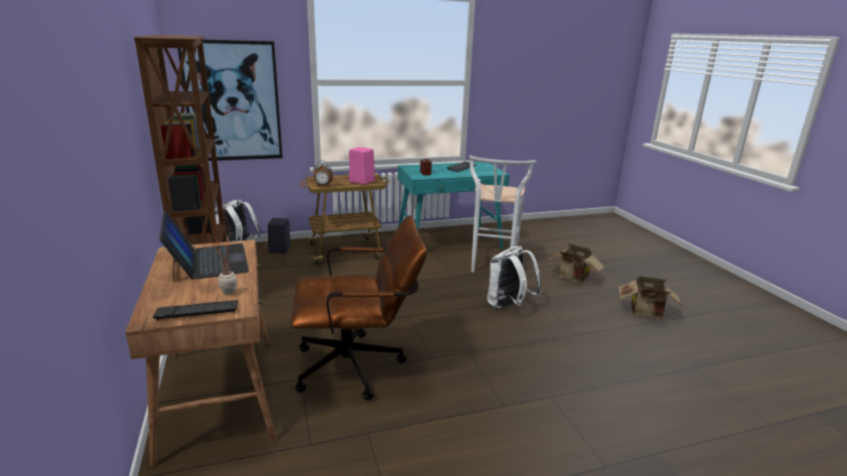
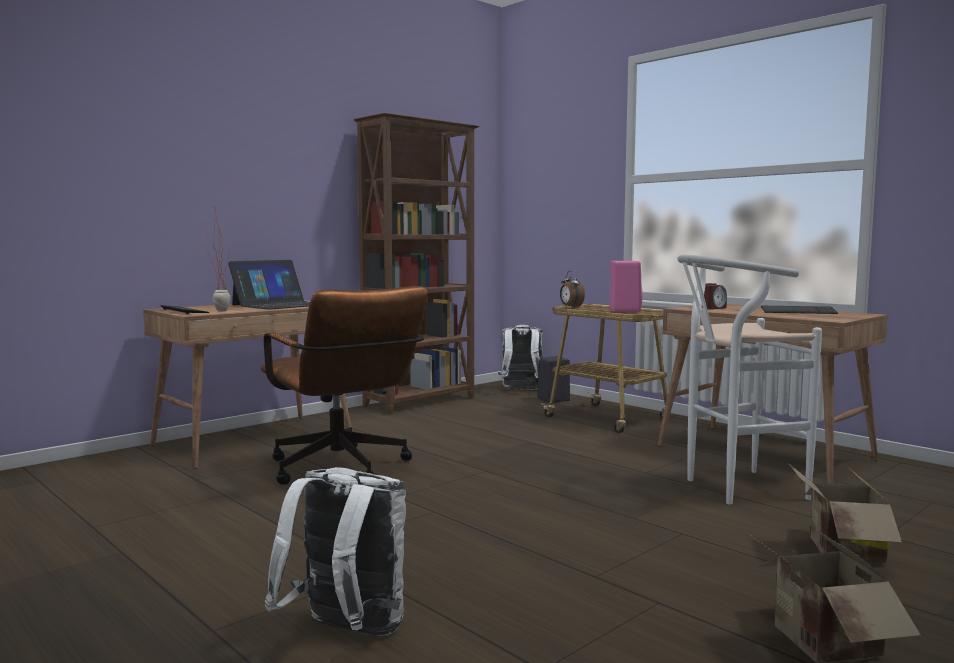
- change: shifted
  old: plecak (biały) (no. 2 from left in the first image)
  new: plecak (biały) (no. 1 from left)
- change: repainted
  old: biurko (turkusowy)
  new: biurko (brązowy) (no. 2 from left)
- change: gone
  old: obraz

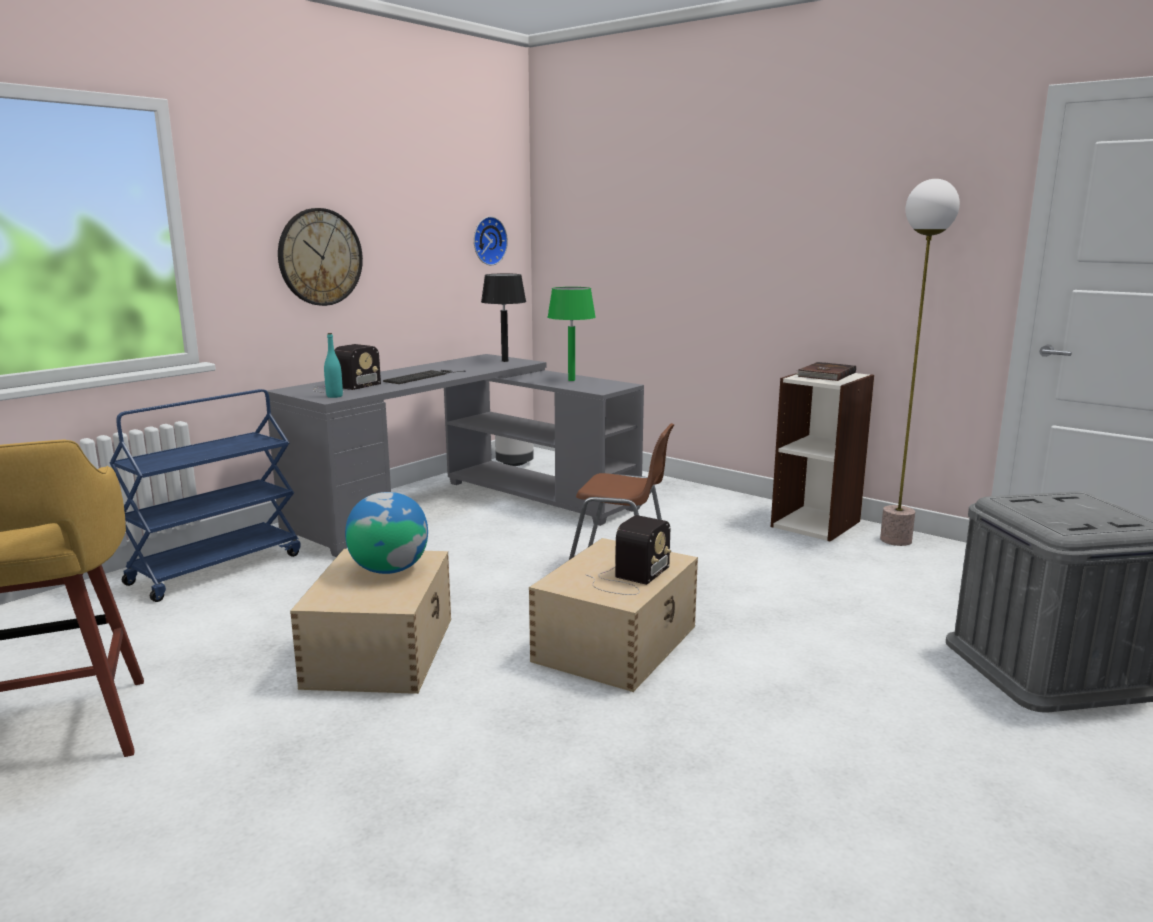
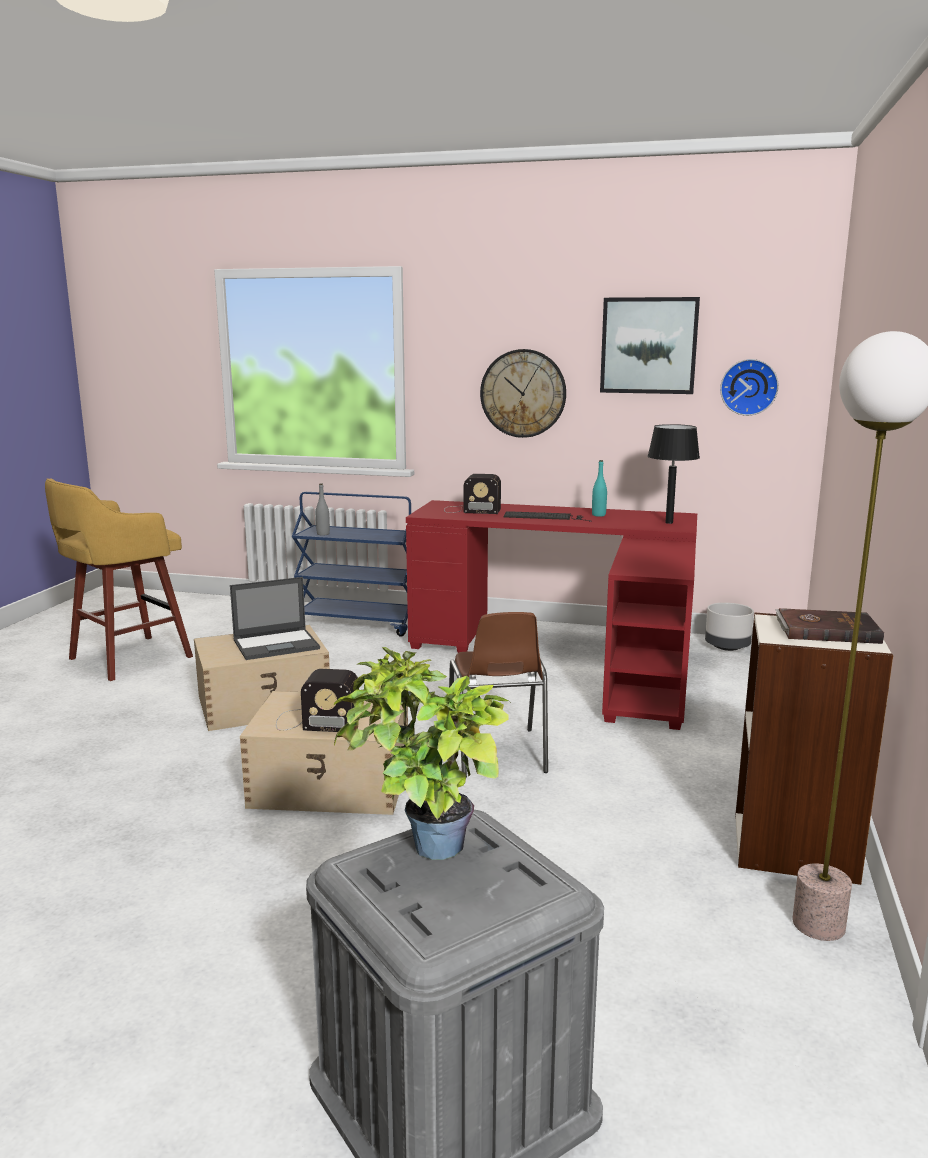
- change: swapped
  old: globus
  new: laptop
- change: new
  new: butelka (szary)
- change: new
  new: roślina doniczkowa
- change: repainted
  old: biurko (szary)
  new: biurko (czerwony)
- change: shifted
  old: butelka (turkusowy)
- change: new
  new: obraz
- change: gone
  old: lampa stołowa (zielony)

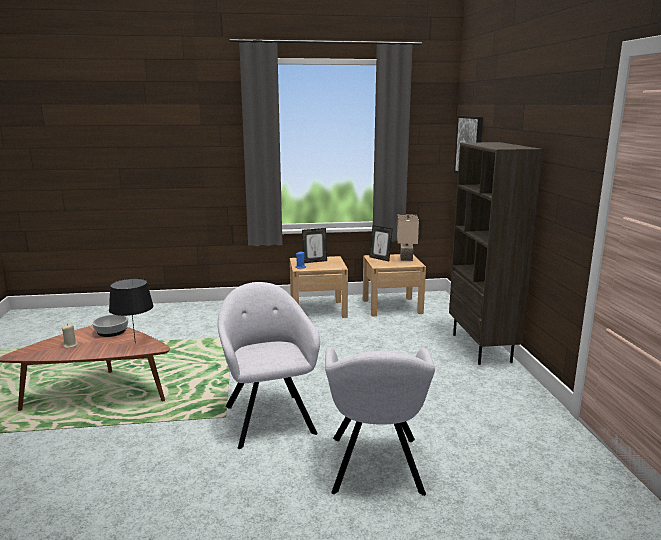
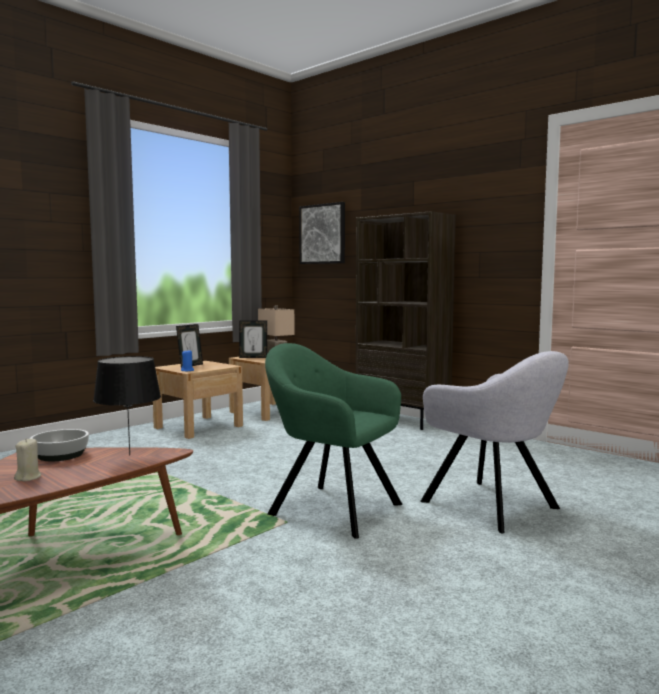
- change: repainted
  old: fotel (szary) (no. 1 from left)
  new: fotel (zielony)

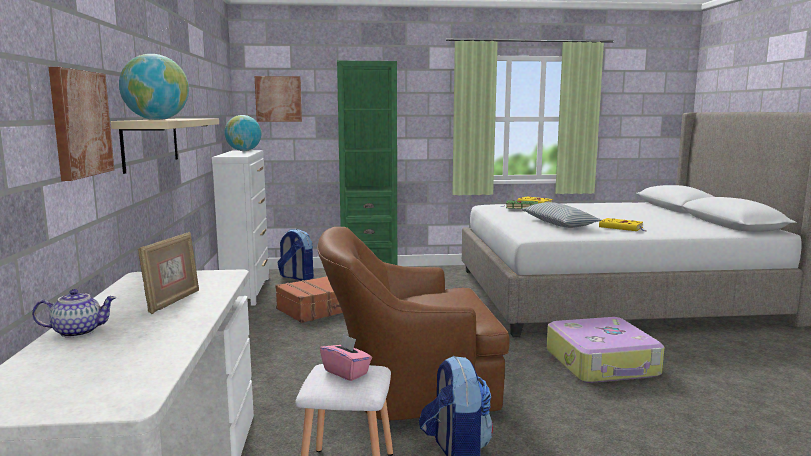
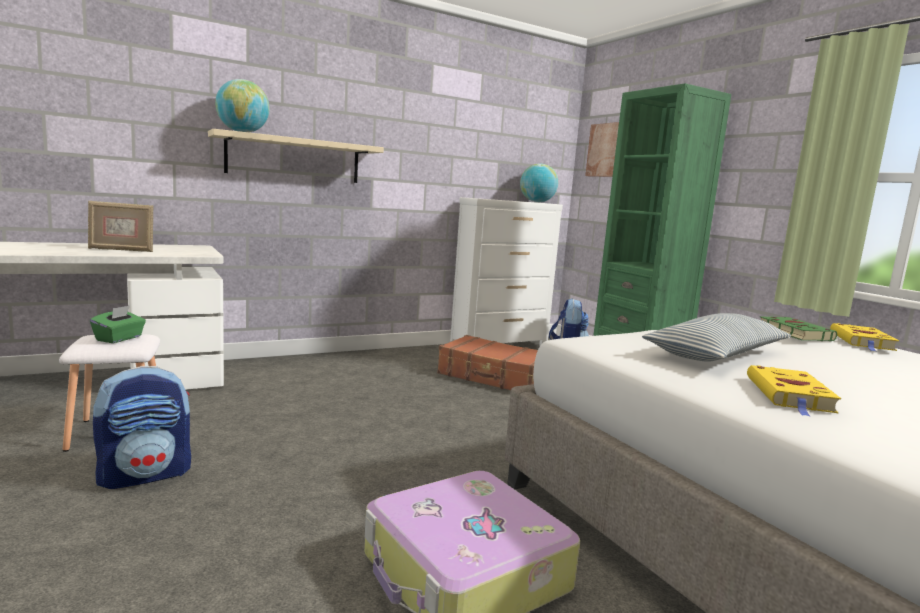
- change: repainted
  old: pudełko chusteczek (różowy)
  new: pudełko chusteczek (zielony)
- change: gone
  old: imbryk
- change: gone
  old: obraz (no. 1 from left)
- change: gone
  old: fotel (brązowy)

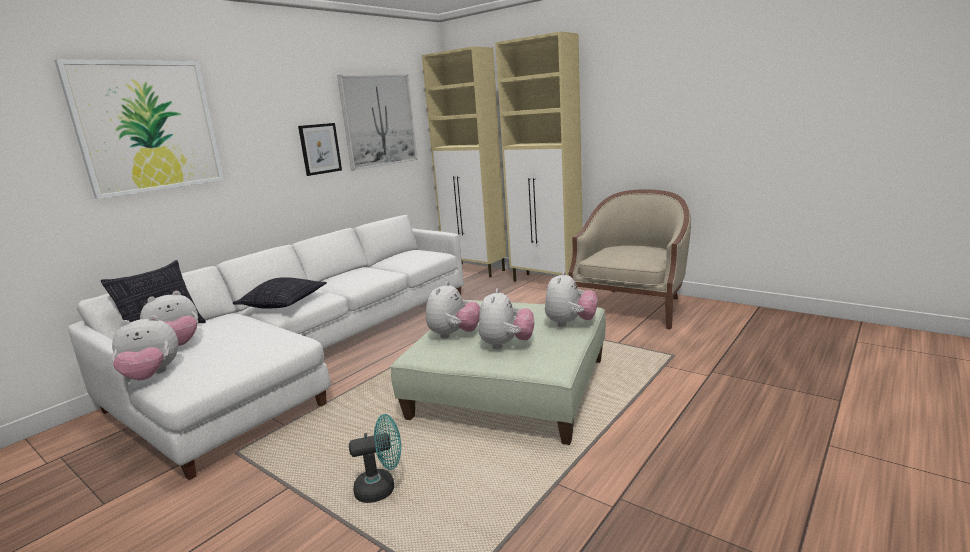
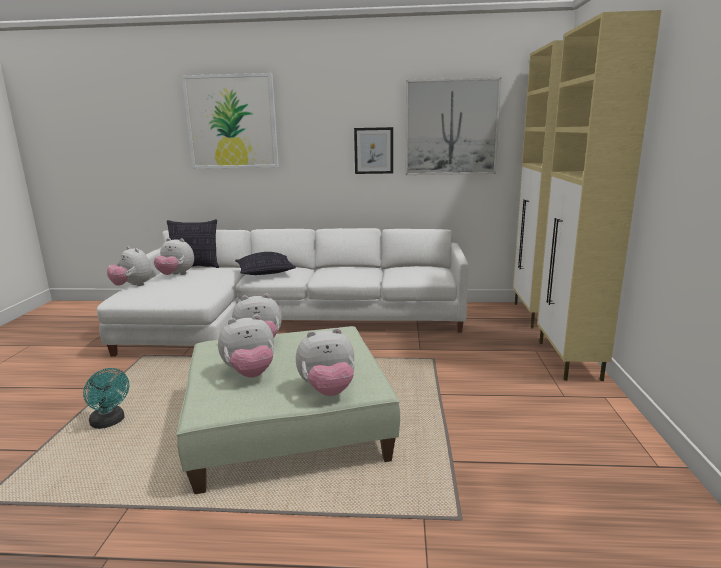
- change: gone
  old: fotel (beżowy)

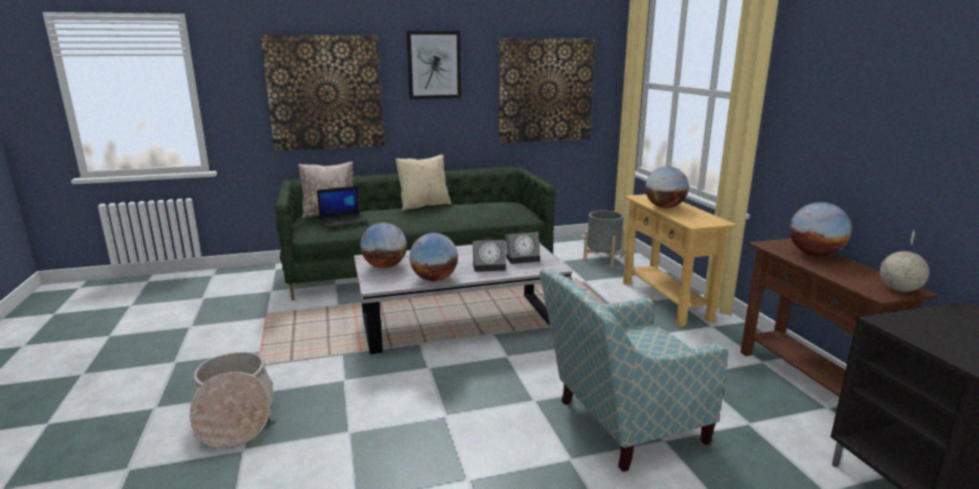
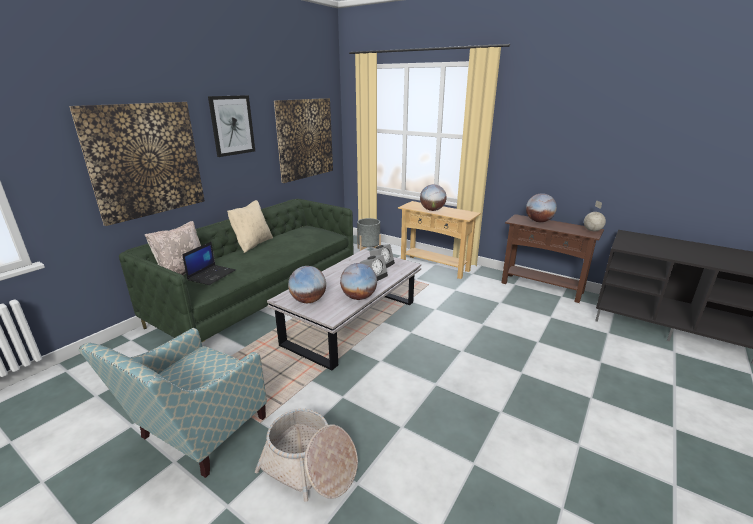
- change: shifted
  old: fotel

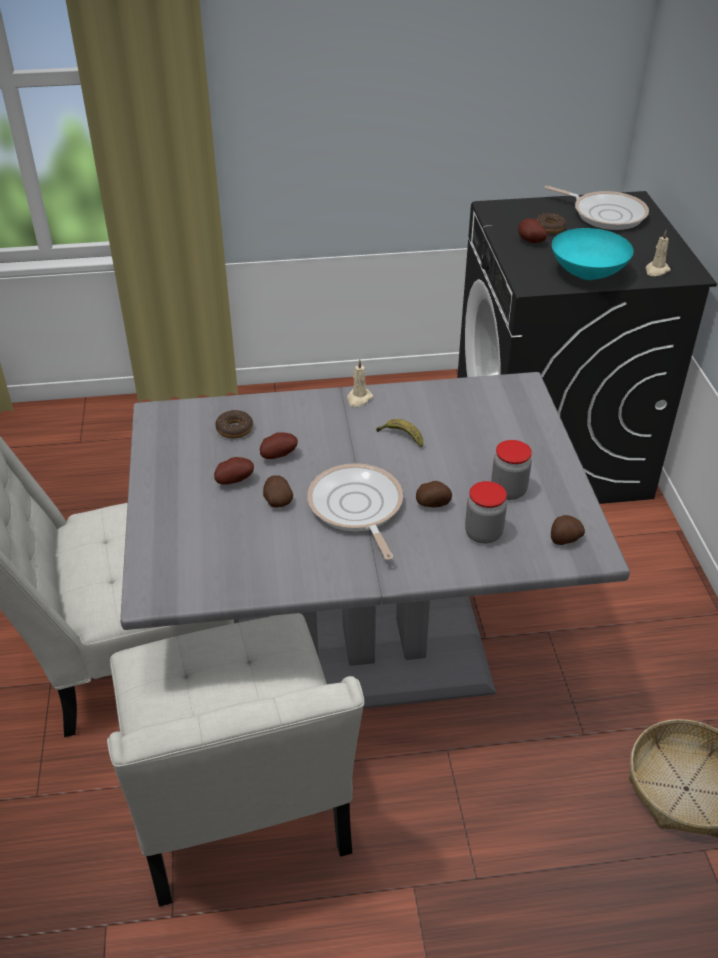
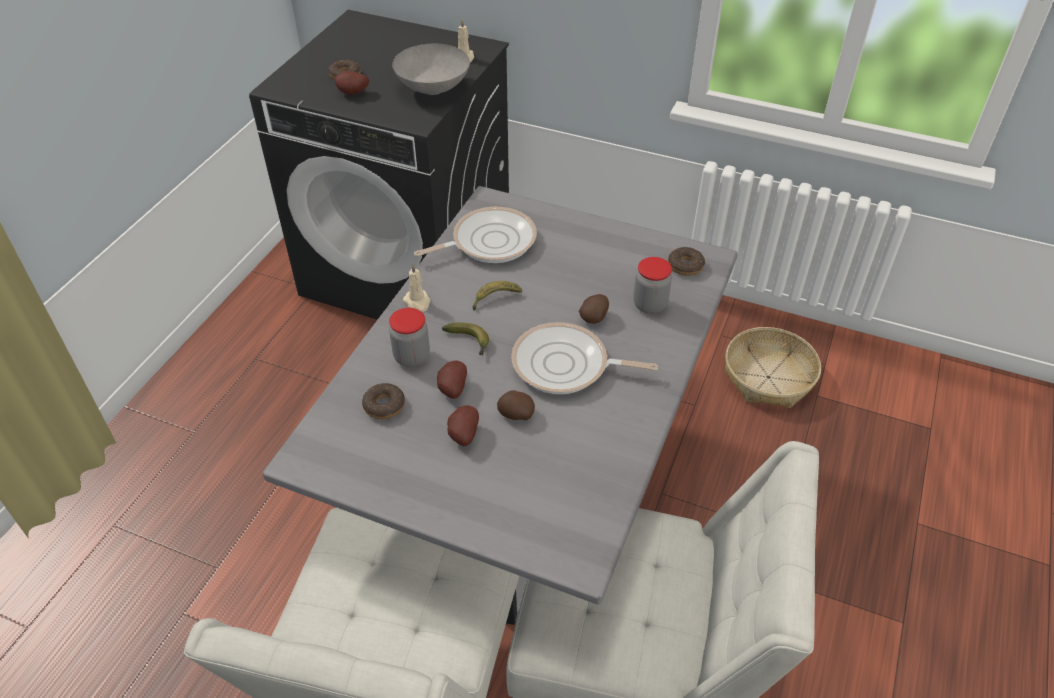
- change: shifted
  old: słoik (no. 2 from left in the first image)
  new: słoik (no. 1 from left)
- change: repainted
  old: miska (turkusowy)
  new: miska (szary)
- change: shifted
  old: patelnia (no. 2 from left in the first image)
  new: patelnia (no. 1 from left)
- change: new
  new: banan (no. 1 from left)
- change: swapped
  old: ziemniak (no. 6 from left)
  new: donut (no. 3 from left)

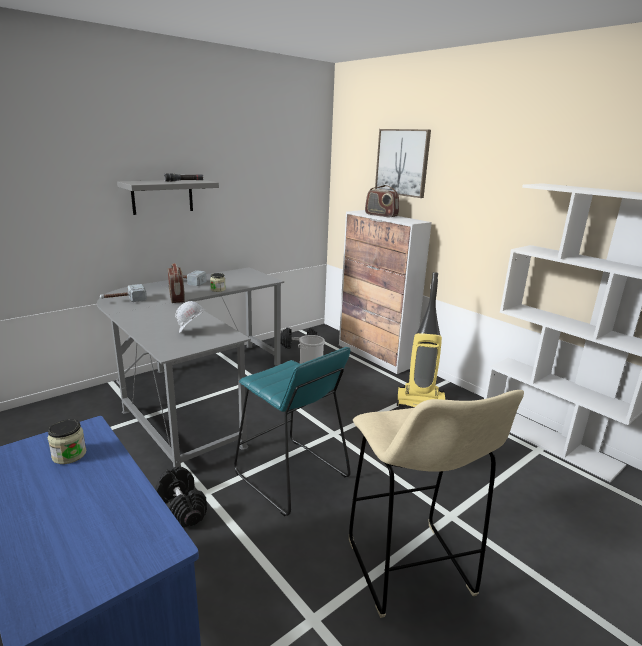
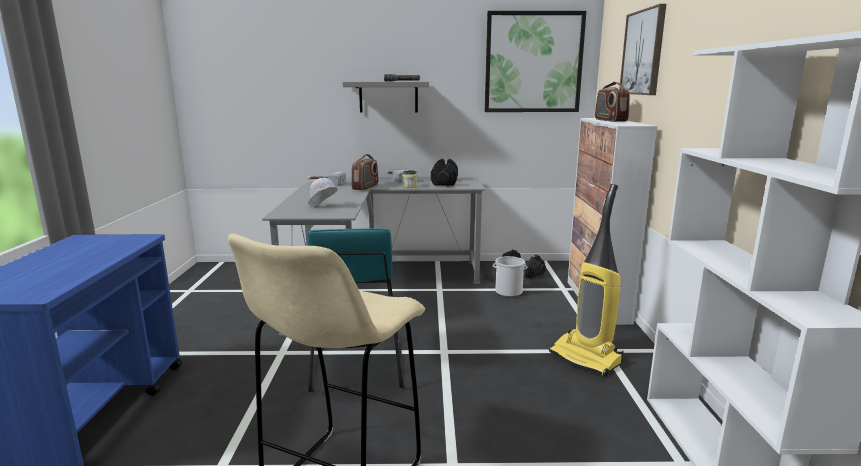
- change: shifted
  old: hantel (czarny) (no. 1 from left)
- change: new
  new: obraz (no. 1 from left)
- change: gone
  old: słoik (no. 1 from left)

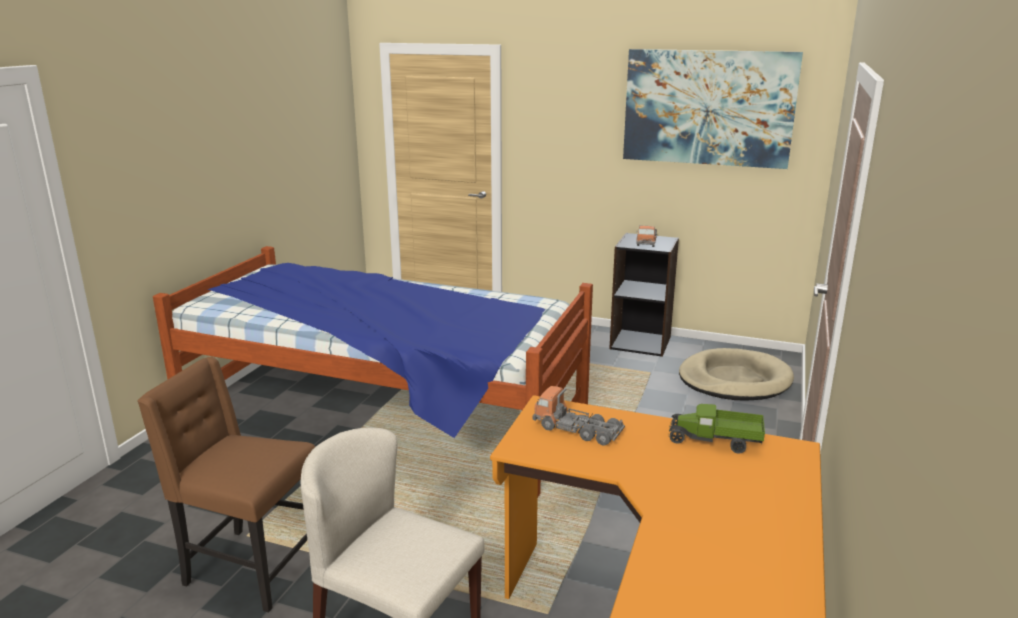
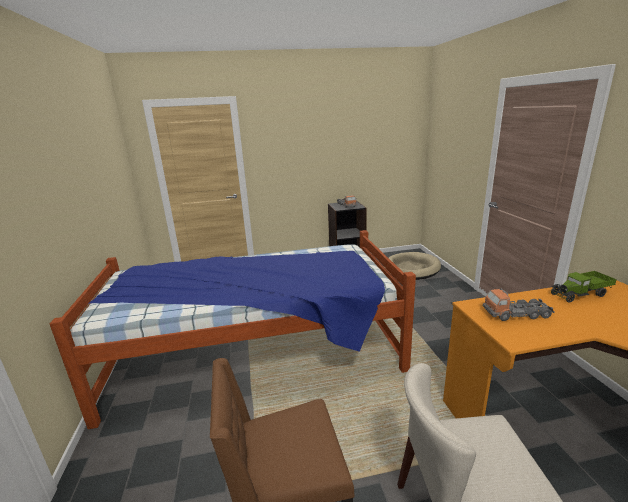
- change: gone
  old: obraz

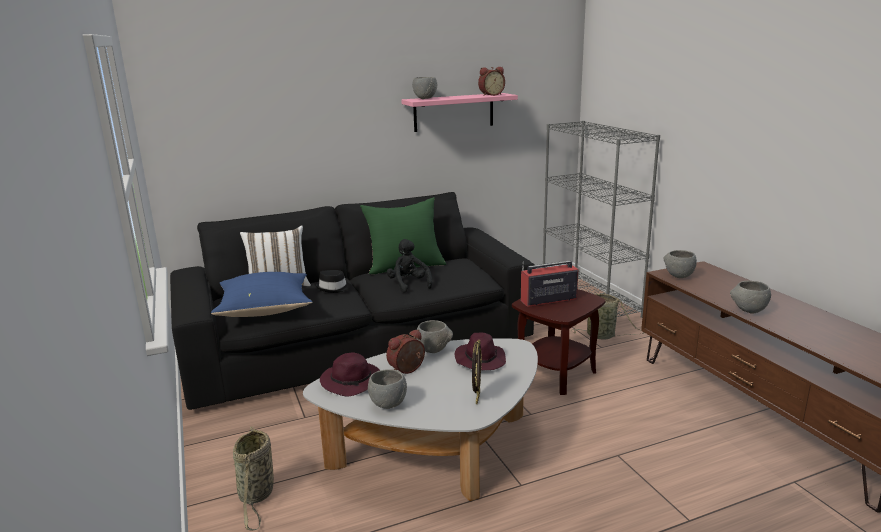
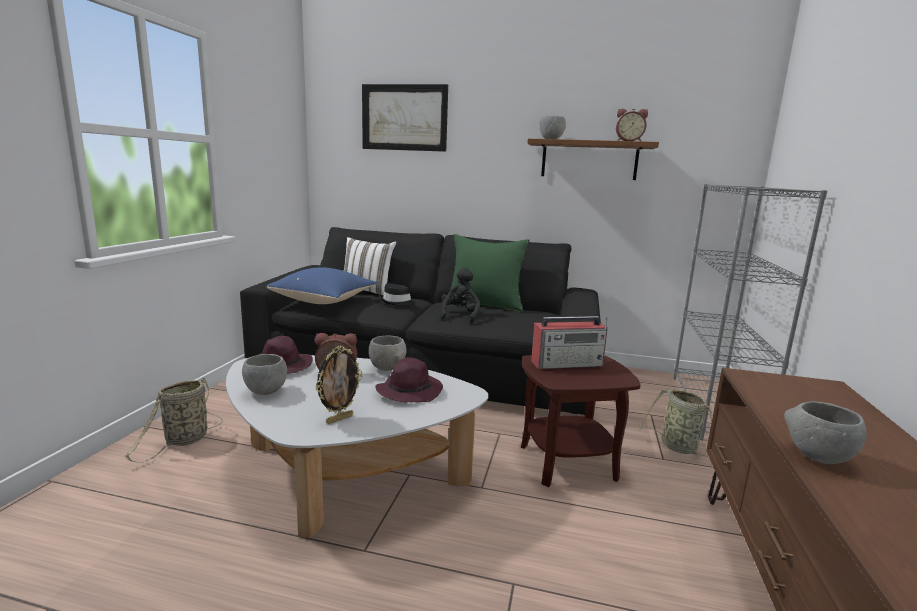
- change: new
  new: obraz
- change: repainted
  old: półka (różowy)
  new: półka (brązowy)
- change: rotated
  old: radio
  degrees: 150
- change: gone
  old: miska (szary) (no. 4 from left)

